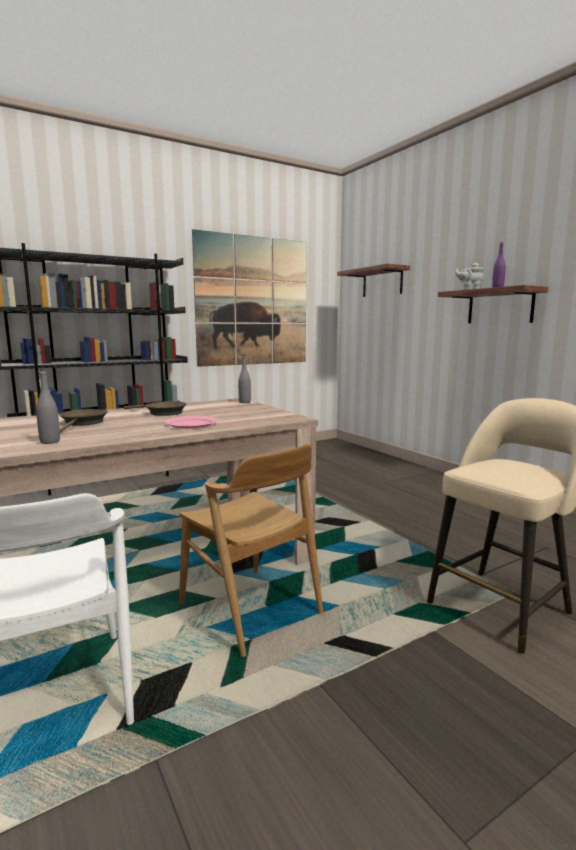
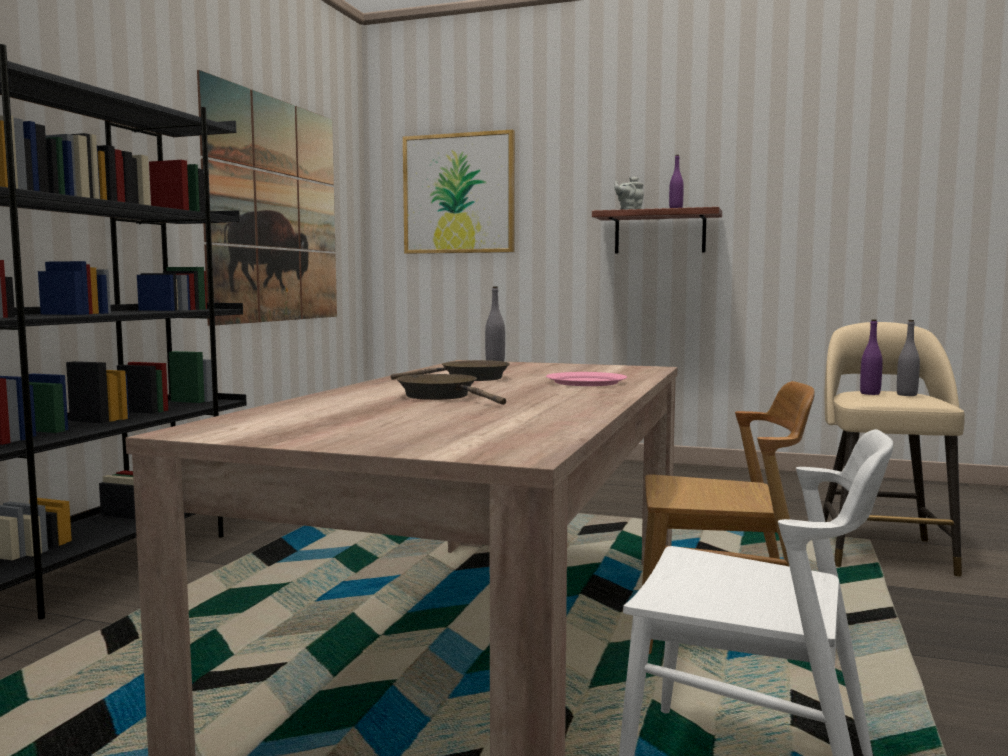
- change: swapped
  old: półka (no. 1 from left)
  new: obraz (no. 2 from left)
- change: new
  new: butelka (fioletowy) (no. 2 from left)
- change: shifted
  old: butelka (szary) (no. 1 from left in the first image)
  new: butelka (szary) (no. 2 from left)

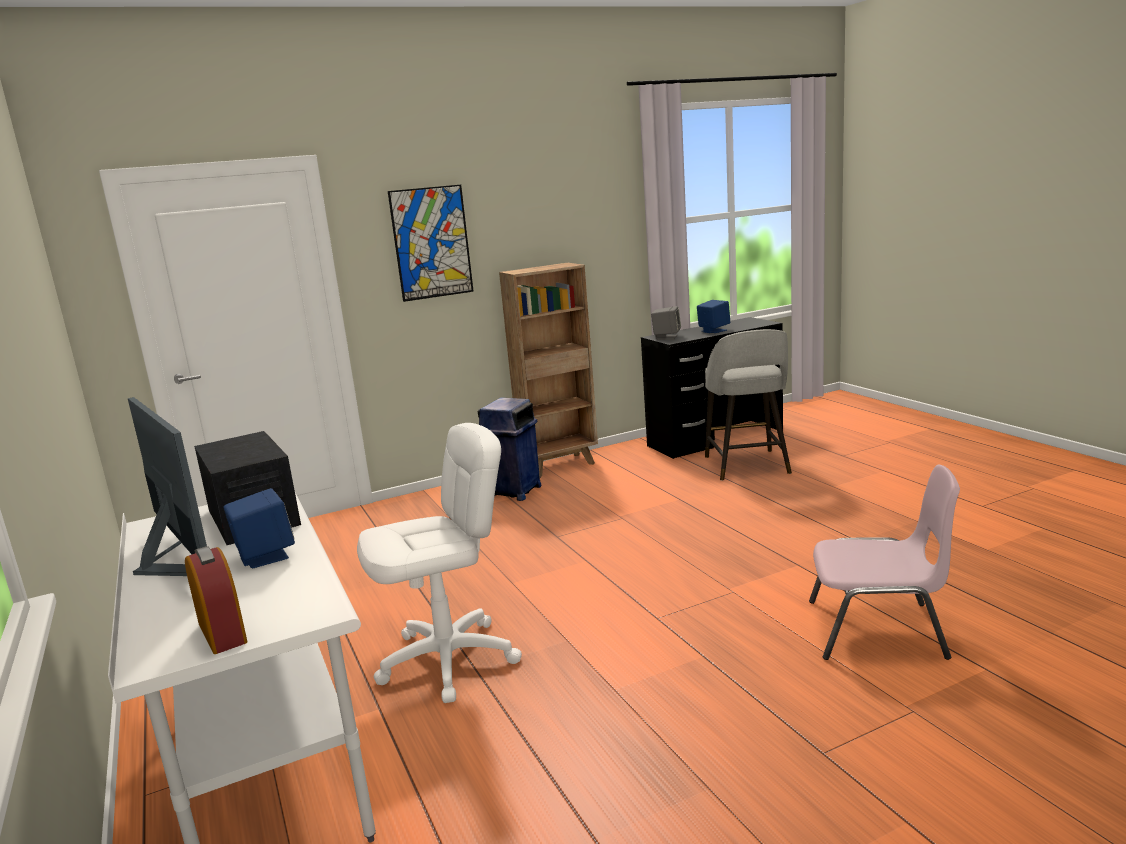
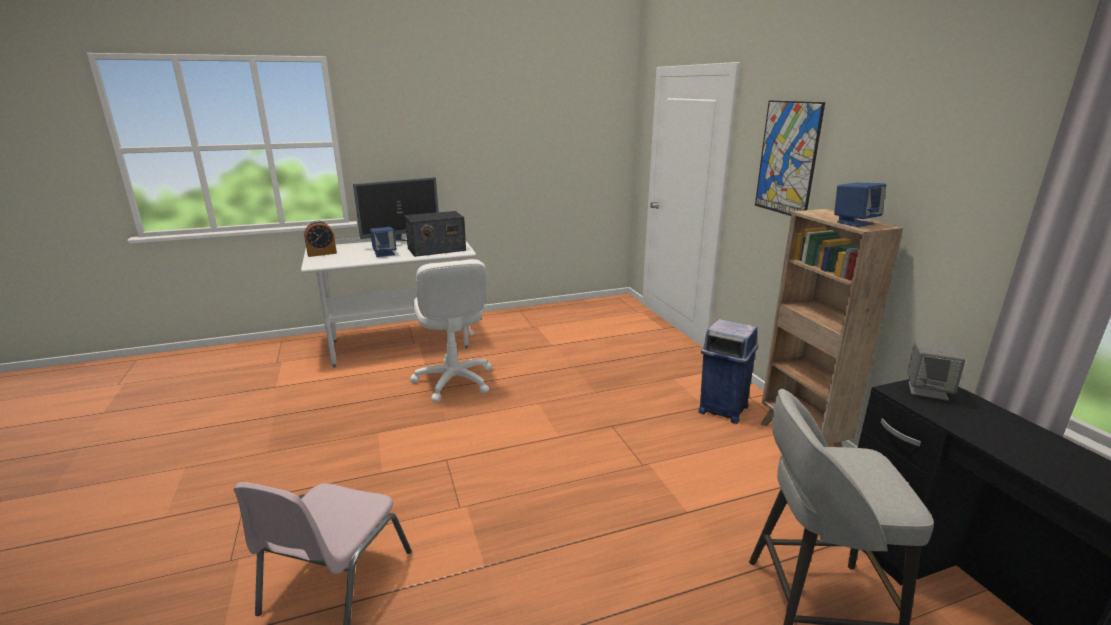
- change: shifted
  old: głośnik (niebieski) (no. 2 from left)

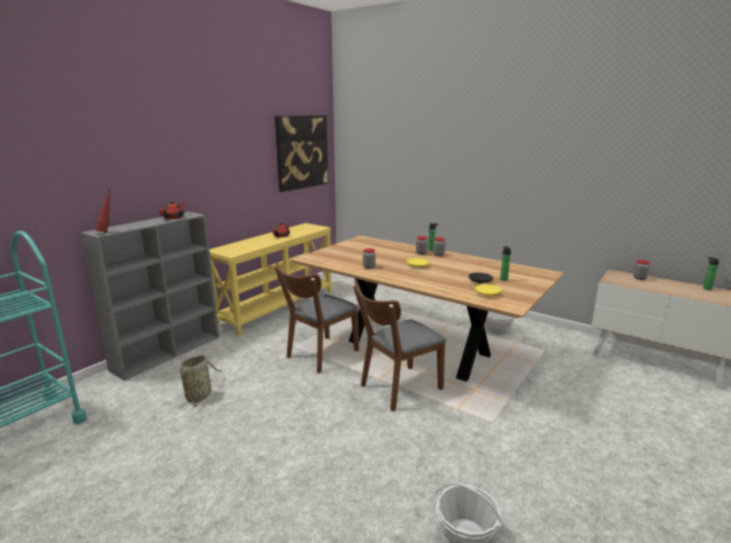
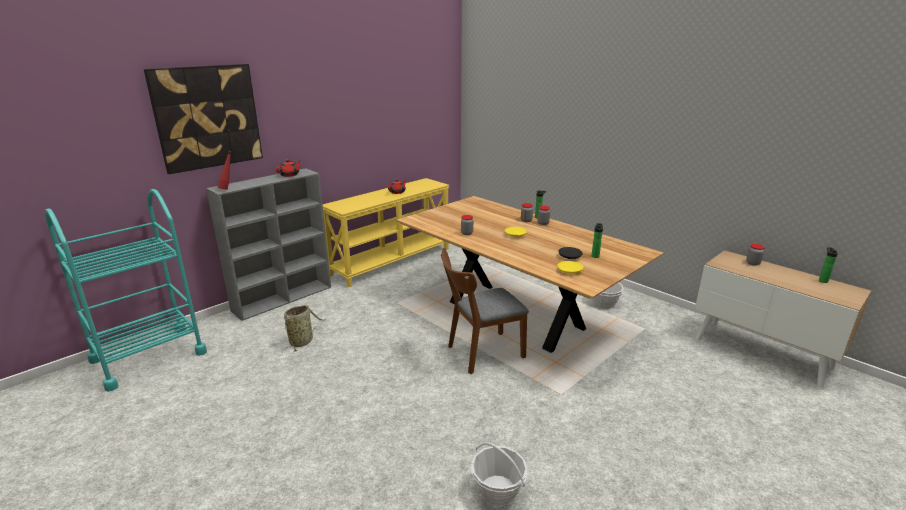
- change: shifted
  old: obraz
- change: gone
  old: krzesło (brązowy) (no. 1 from left)

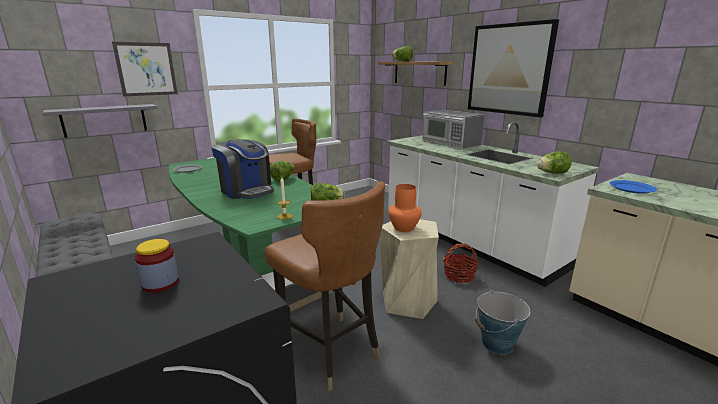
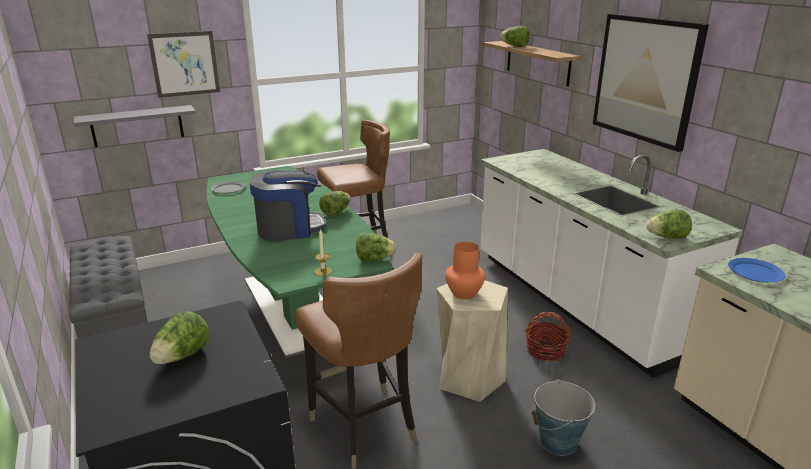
- change: swapped
  old: słoik
  new: sałata (no. 1 from left)
- change: rotated
  old: ekspres do kawy
  degrees: -75
- change: gone
  old: mikrofalówka

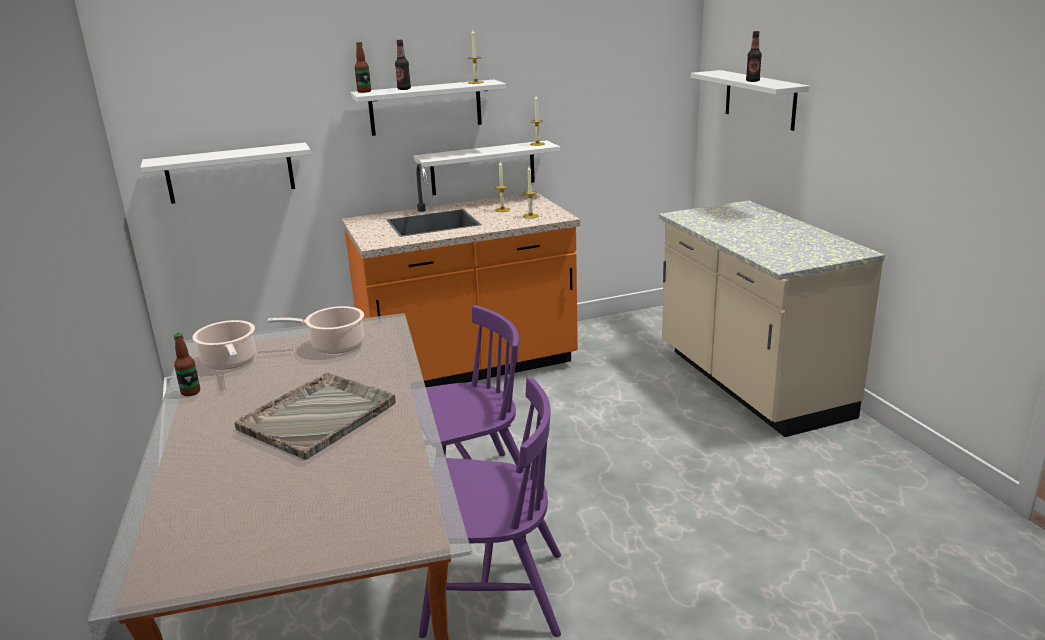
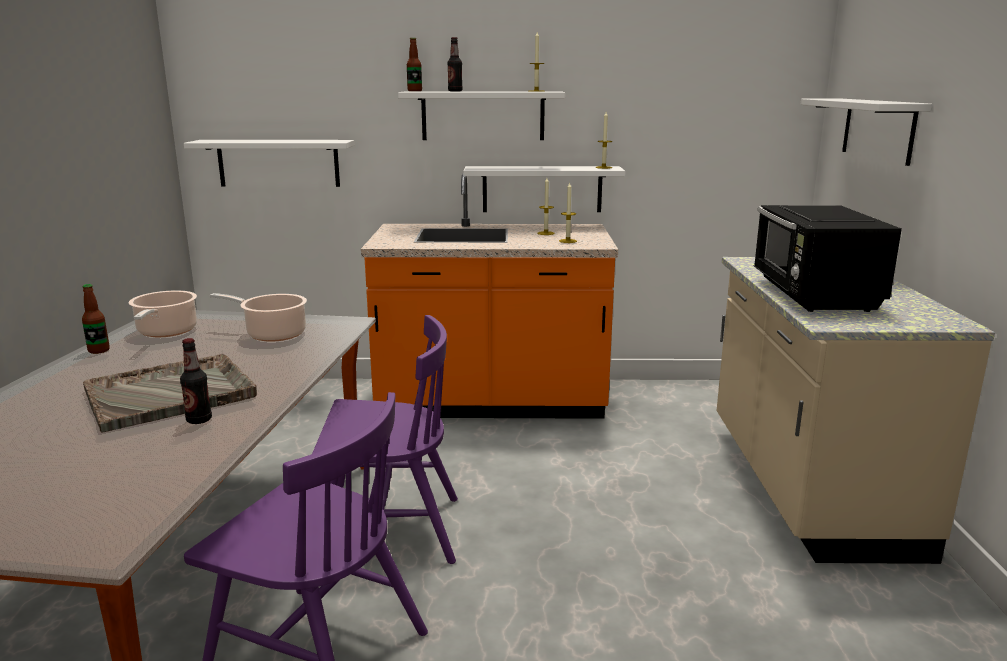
- change: shifted
  old: butelka (no. 4 from left in the first image)
  new: butelka (no. 2 from left)
- change: new
  new: mikrofalówka (czarny)

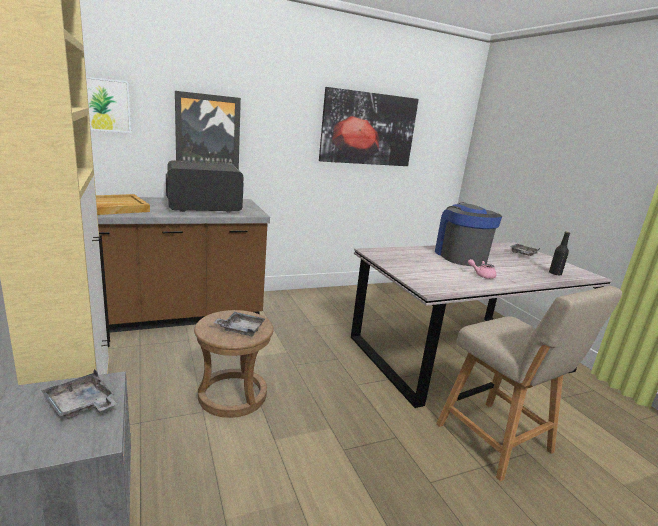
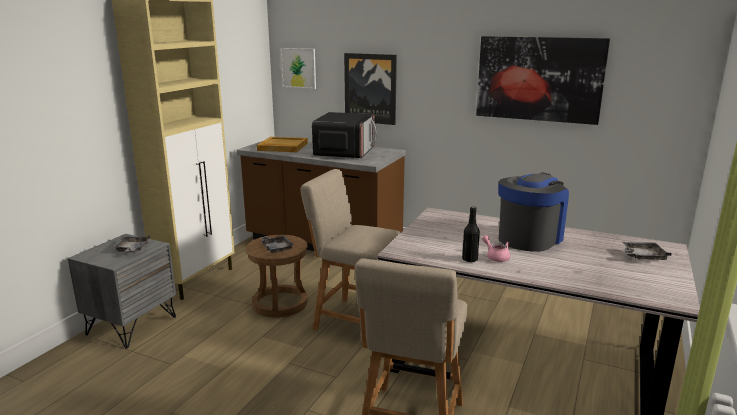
- change: new
  new: krzesło (beżowy) (no. 1 from left)
- change: rotated
  old: mikrofalówka
  degrees: 75
- change: shifted
  old: butelka (czarny)

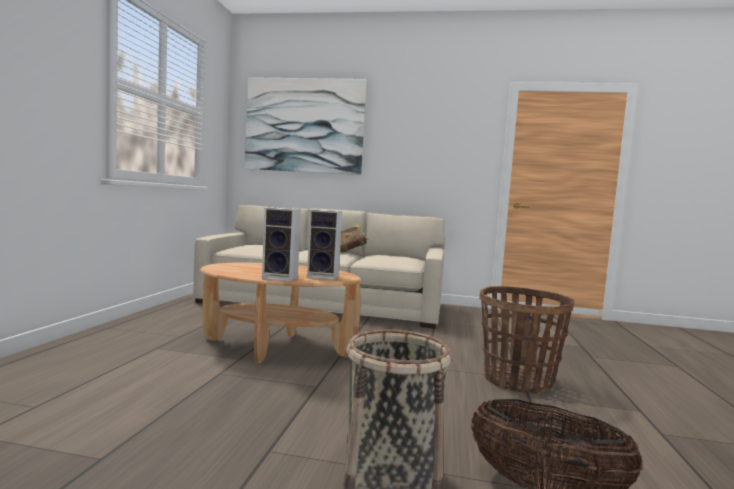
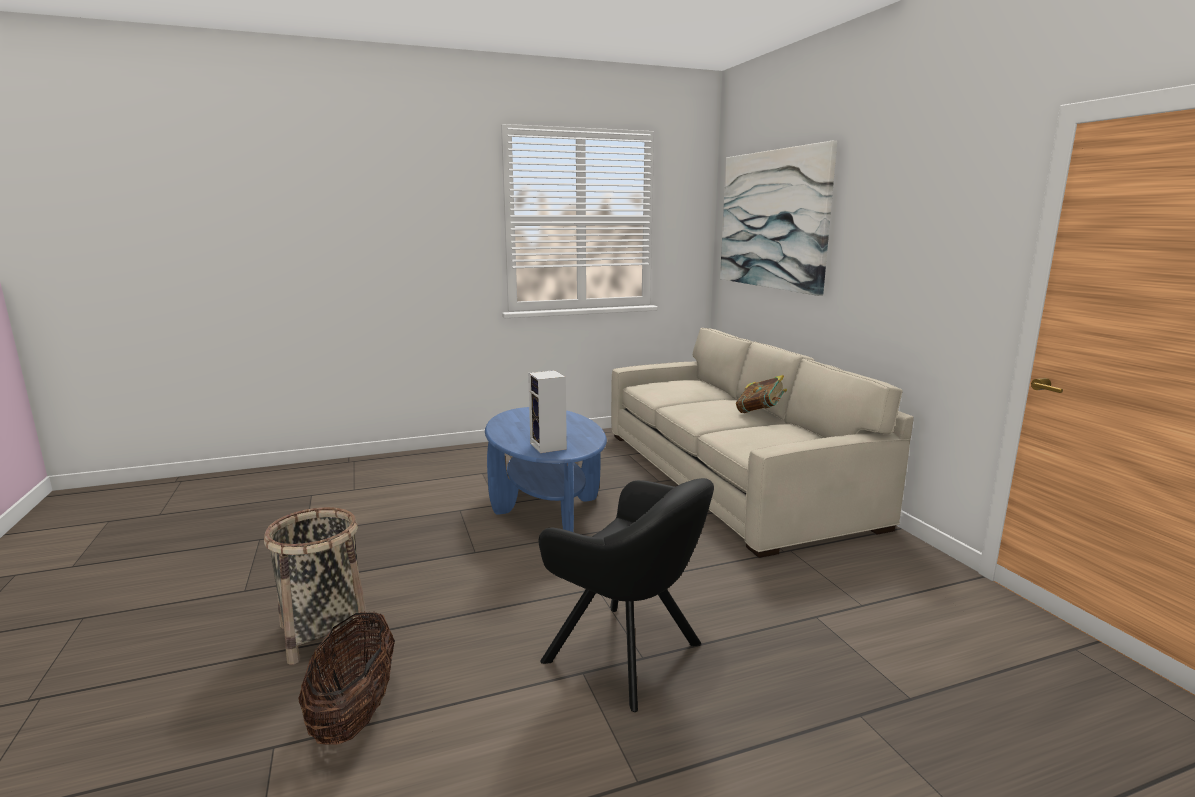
- change: repainted
  old: ława (brązowy)
  new: ława (niebieski)
- change: swapped
  old: koszyk (no. 2 from left)
  new: fotel (czarny)
- change: gone
  old: głośnik (no. 1 from left)

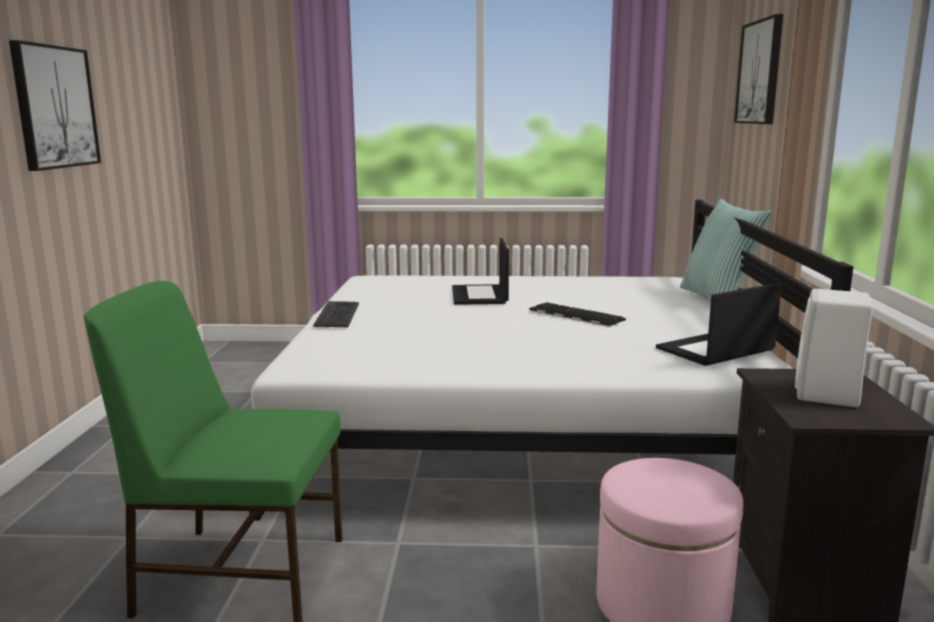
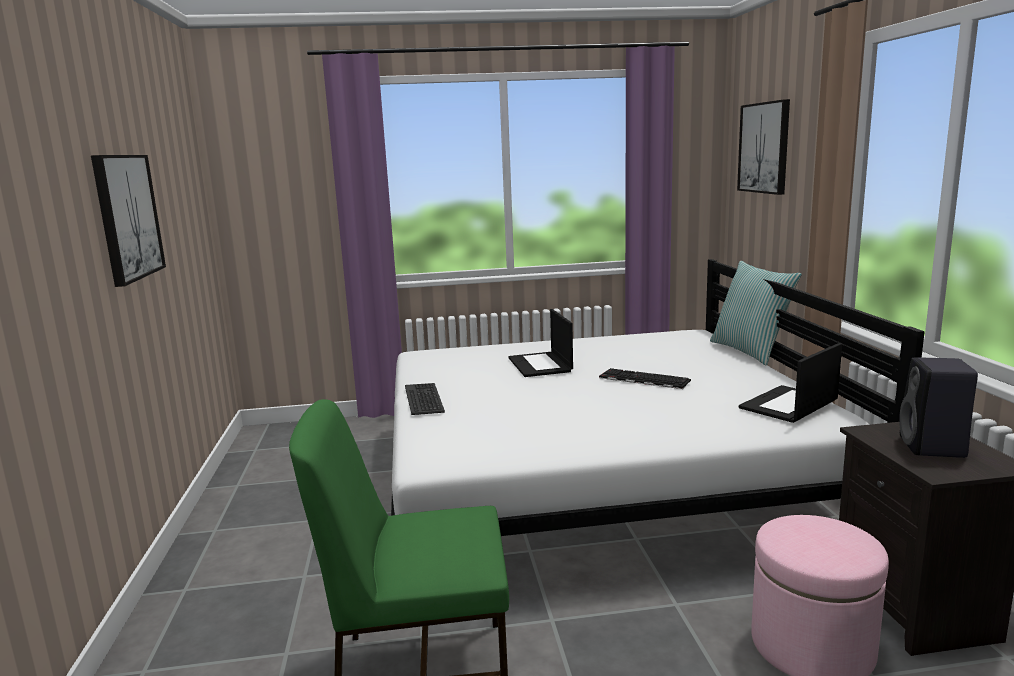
- change: repainted
  old: głośnik (biały)
  new: głośnik (czarny)

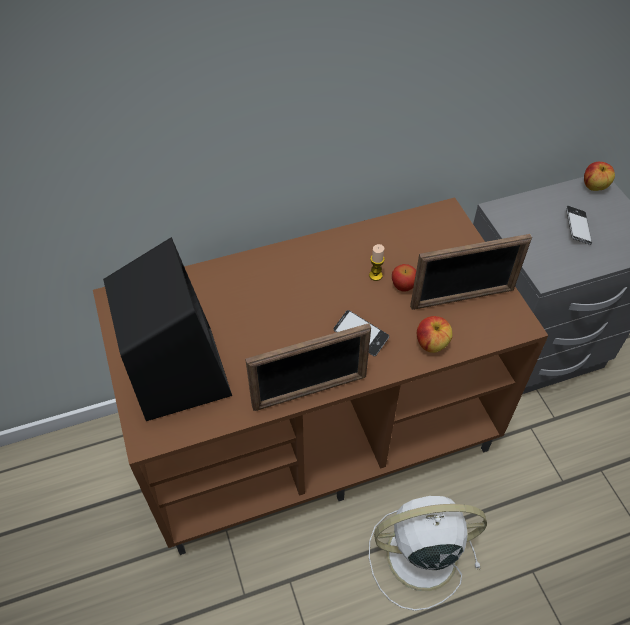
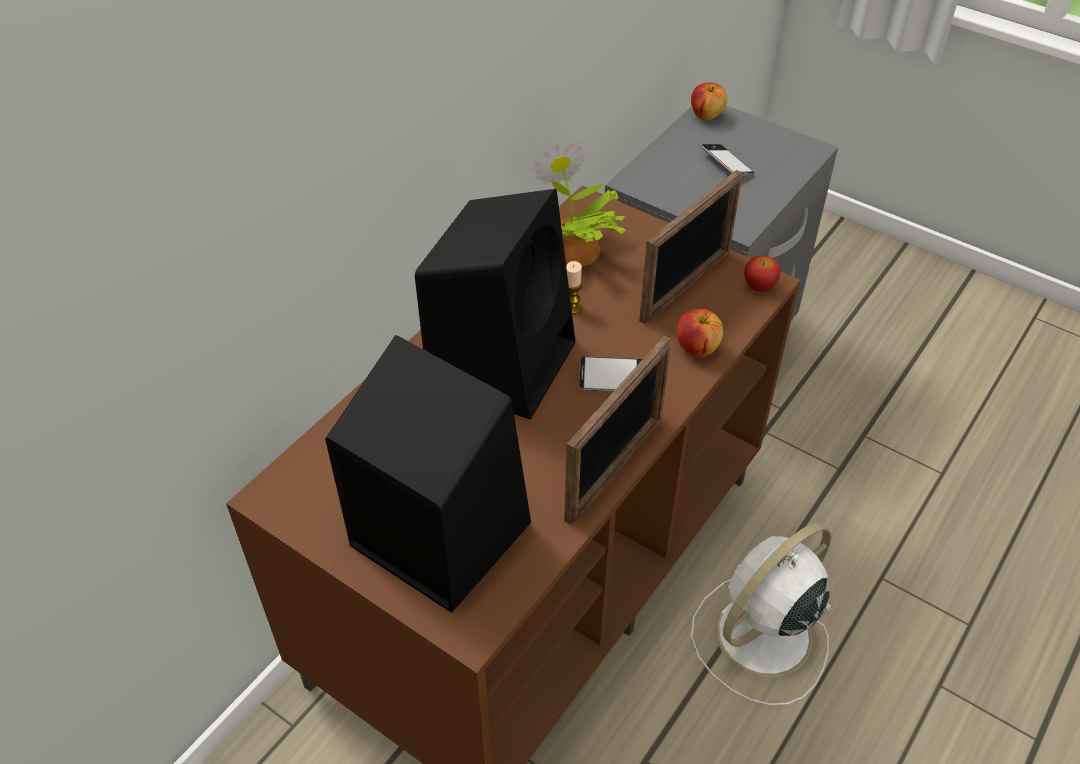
- change: new
  new: głośnik (czarny) (no. 2 from left)
- change: new
  new: roślina doniczkowa
- change: shifted
  old: jabłko (no. 1 from left in the first image)
  new: jabłko (no. 3 from left)

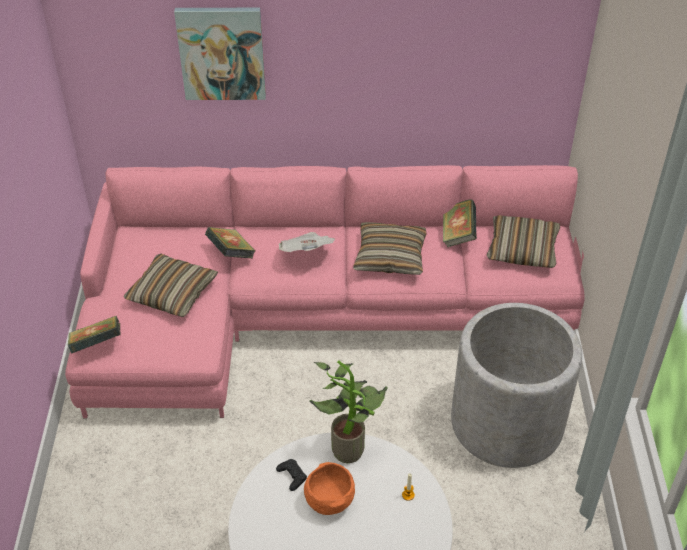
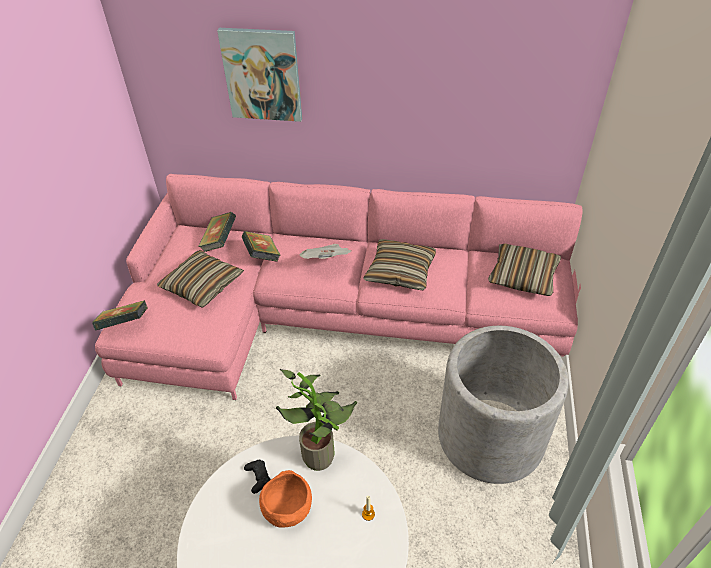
- change: shifted
  old: książka (no. 3 from left in the first image)
  new: książka (no. 2 from left)

